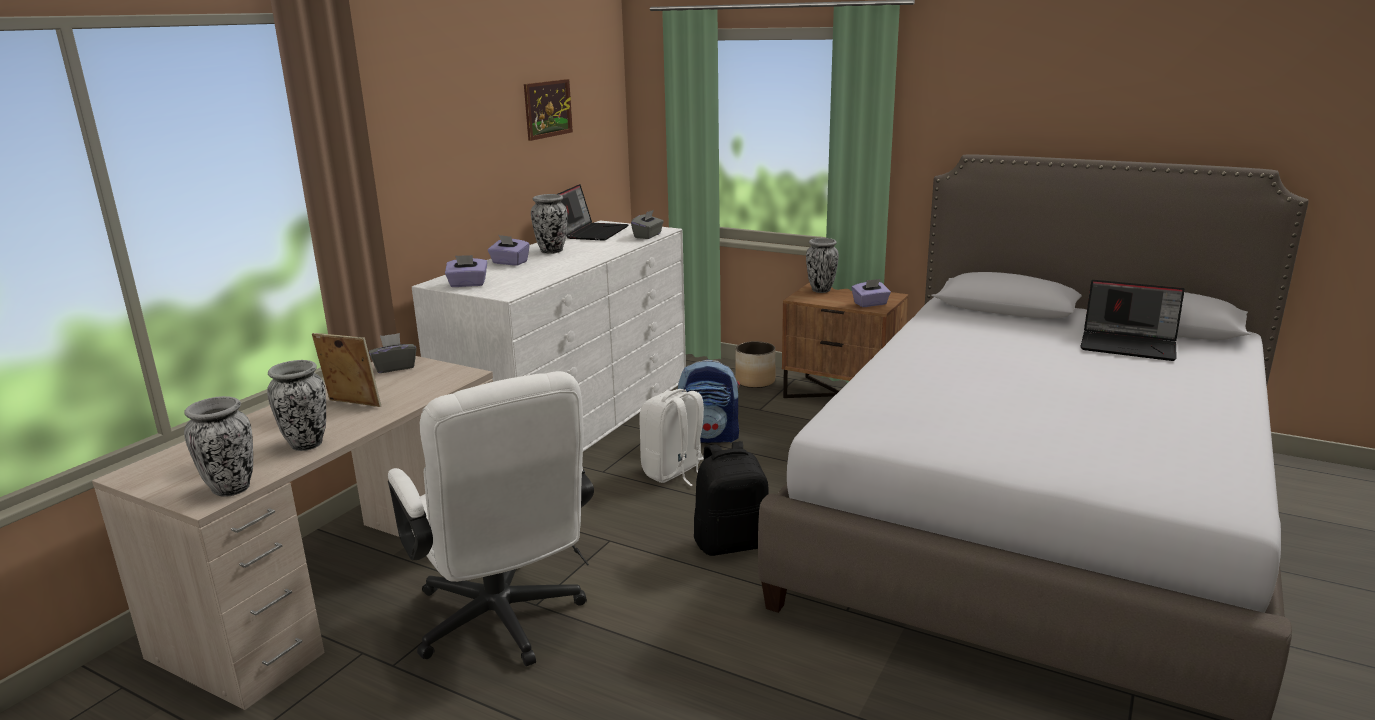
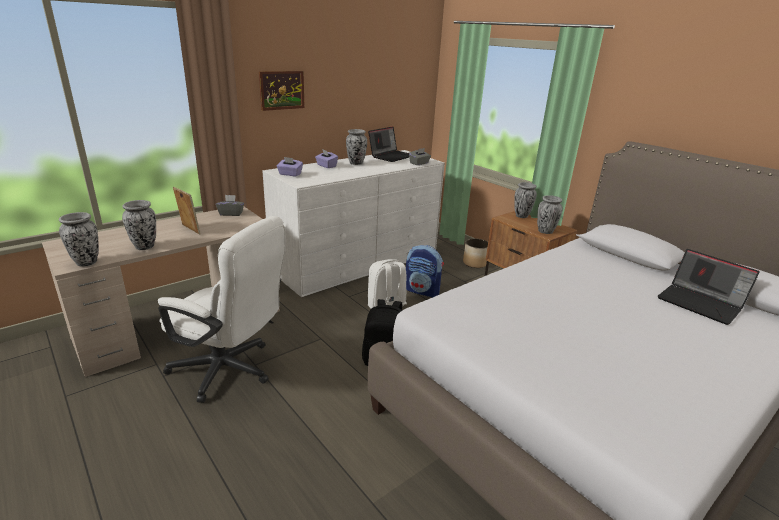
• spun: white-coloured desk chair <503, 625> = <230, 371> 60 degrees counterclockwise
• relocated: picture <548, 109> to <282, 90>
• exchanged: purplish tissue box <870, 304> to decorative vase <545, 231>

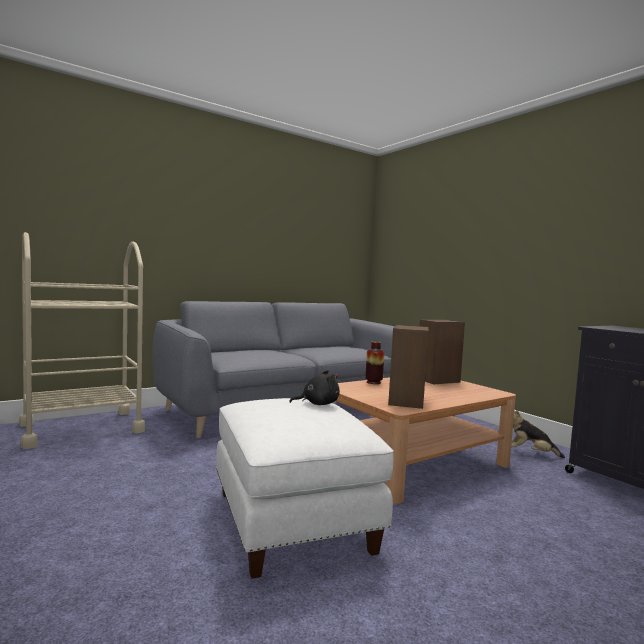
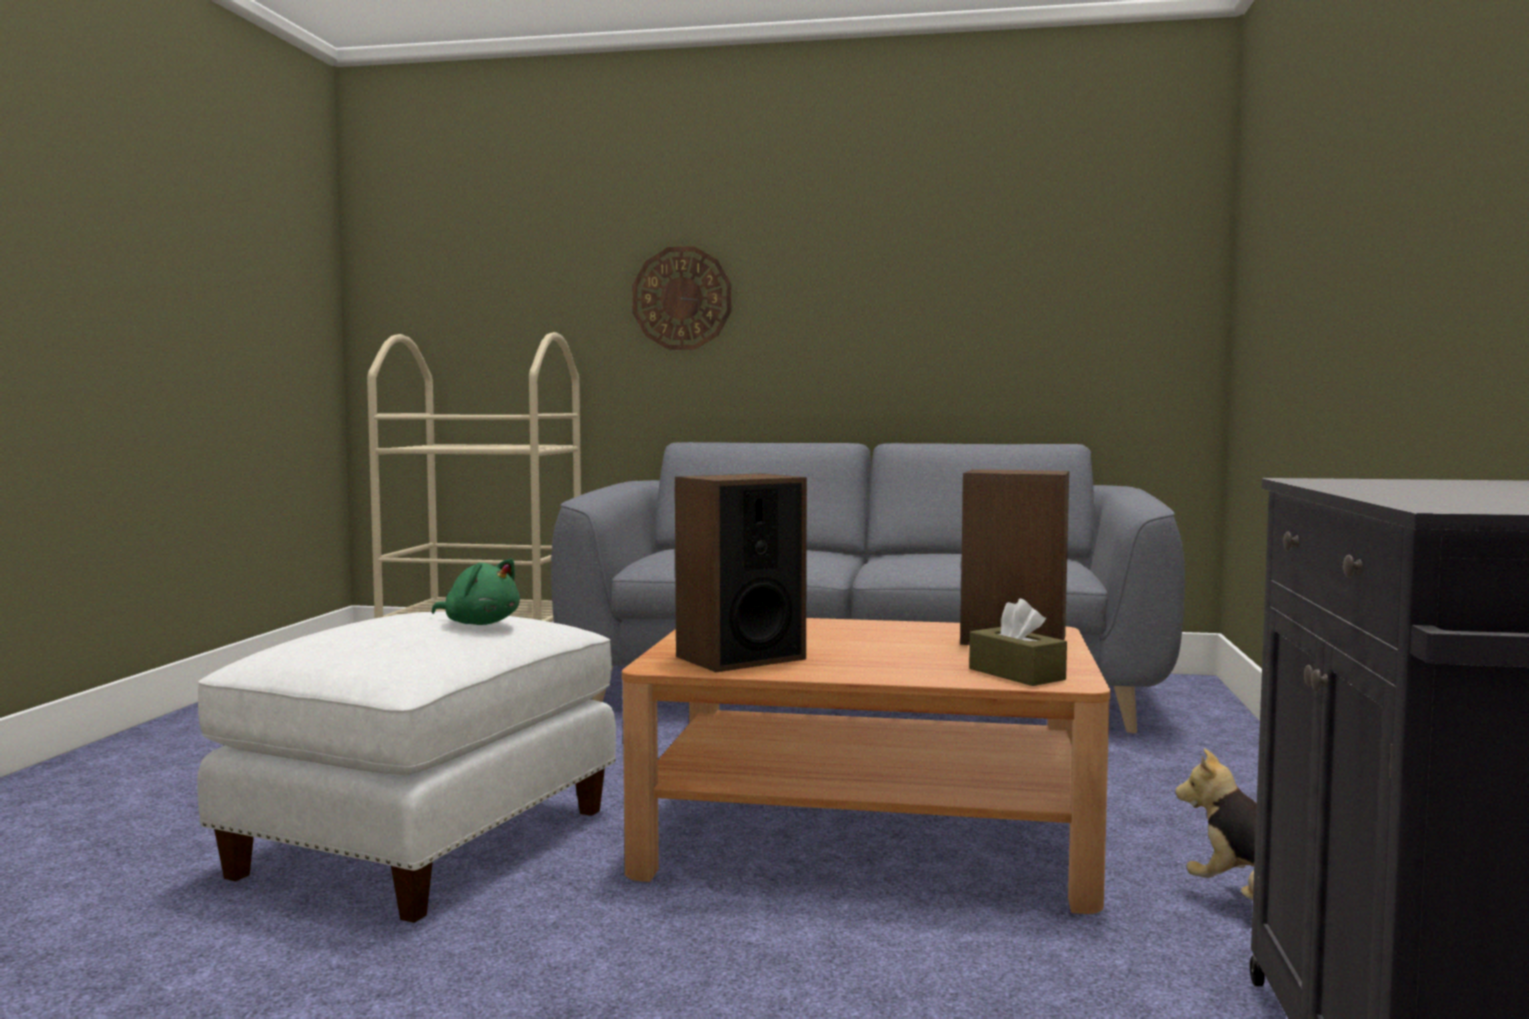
• colour: blackish soft toy <318, 404> to green soft toy <479, 623>
• appeared: clock on the wall <682, 298>
• appeared: brown tissue box <1016, 674>
• missing: decorative vase <373, 382>

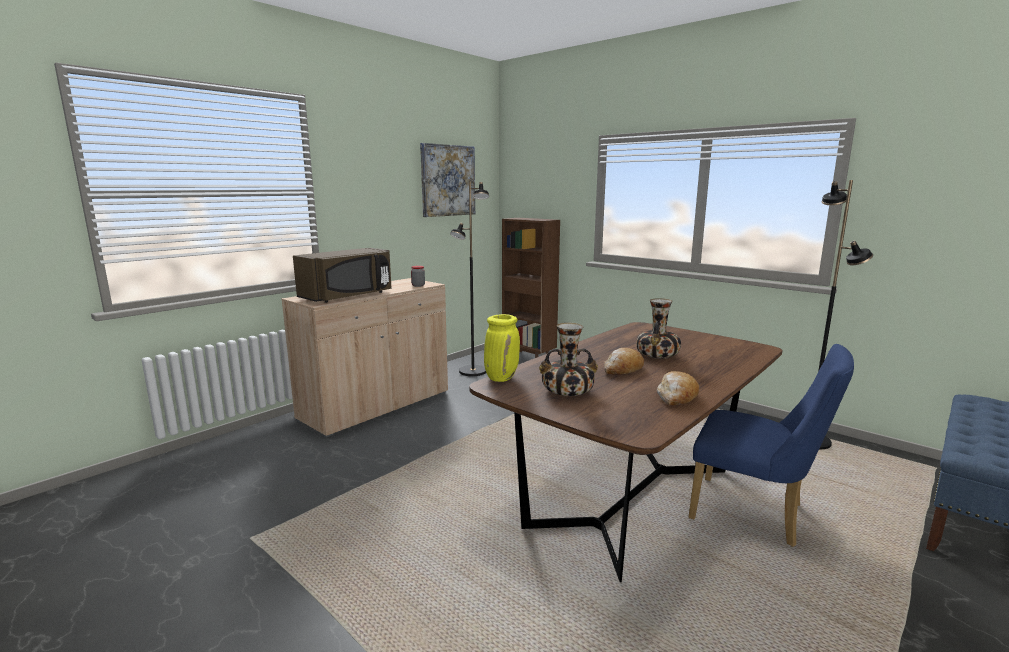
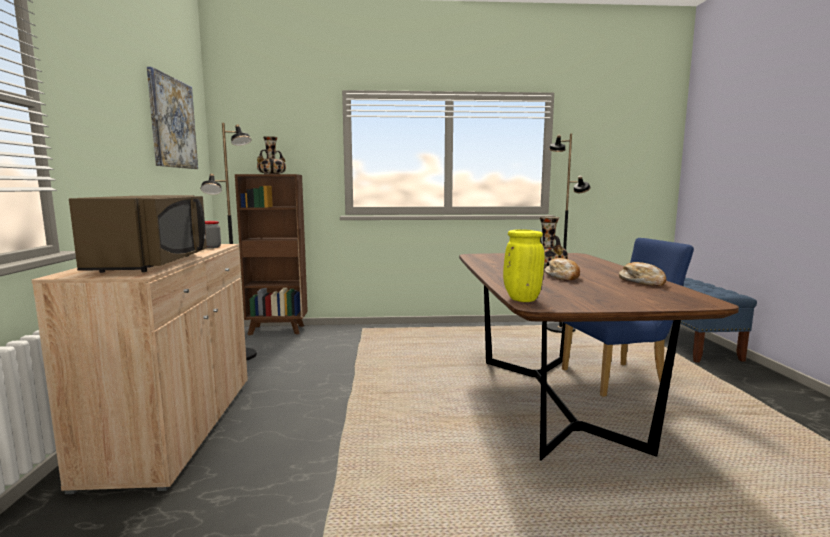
• relocated: decorative vase <568, 391> to <272, 174>

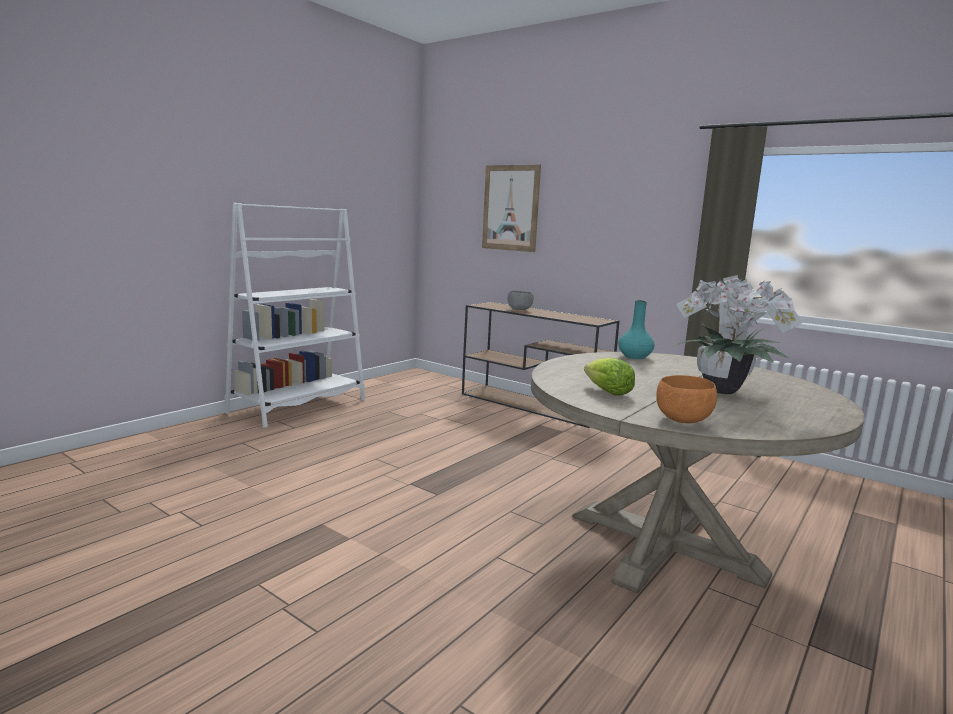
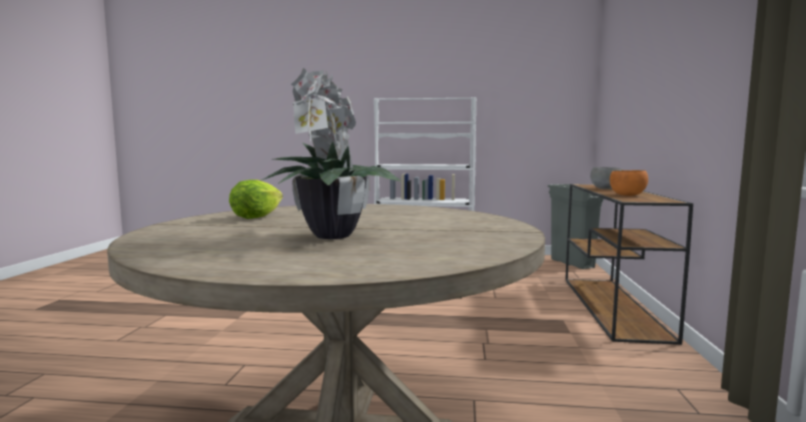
• appeared: gray waste bin <572, 263>
• relocated: orange serving bowl <684, 421> to <627, 195>
• missing: picture <510, 208>
• missing: blue-green decorative vase <635, 357>

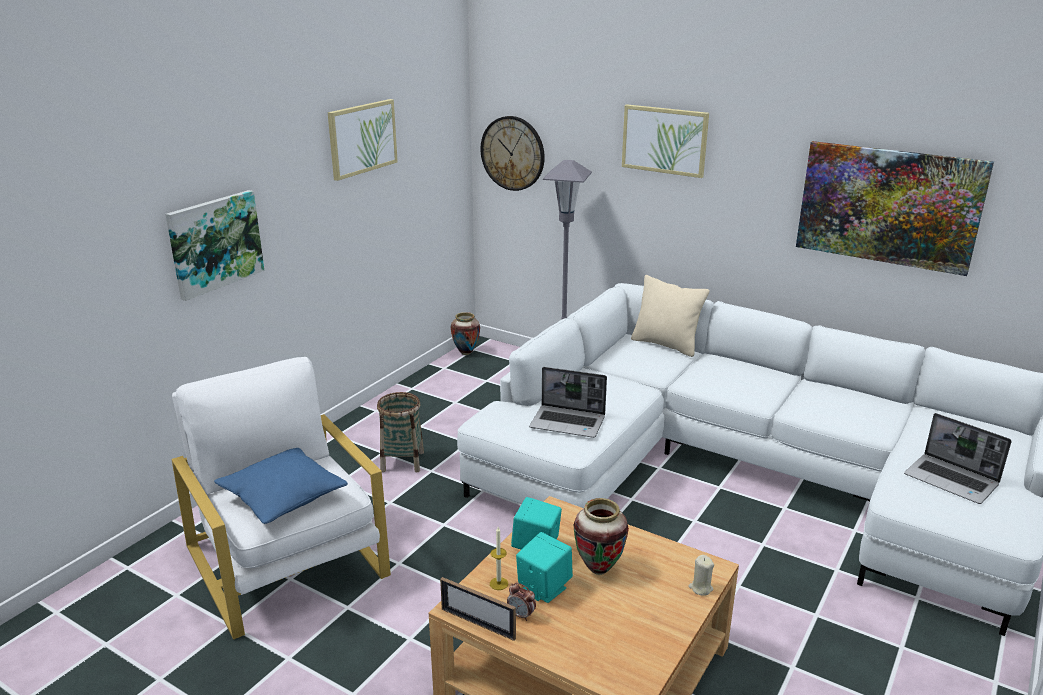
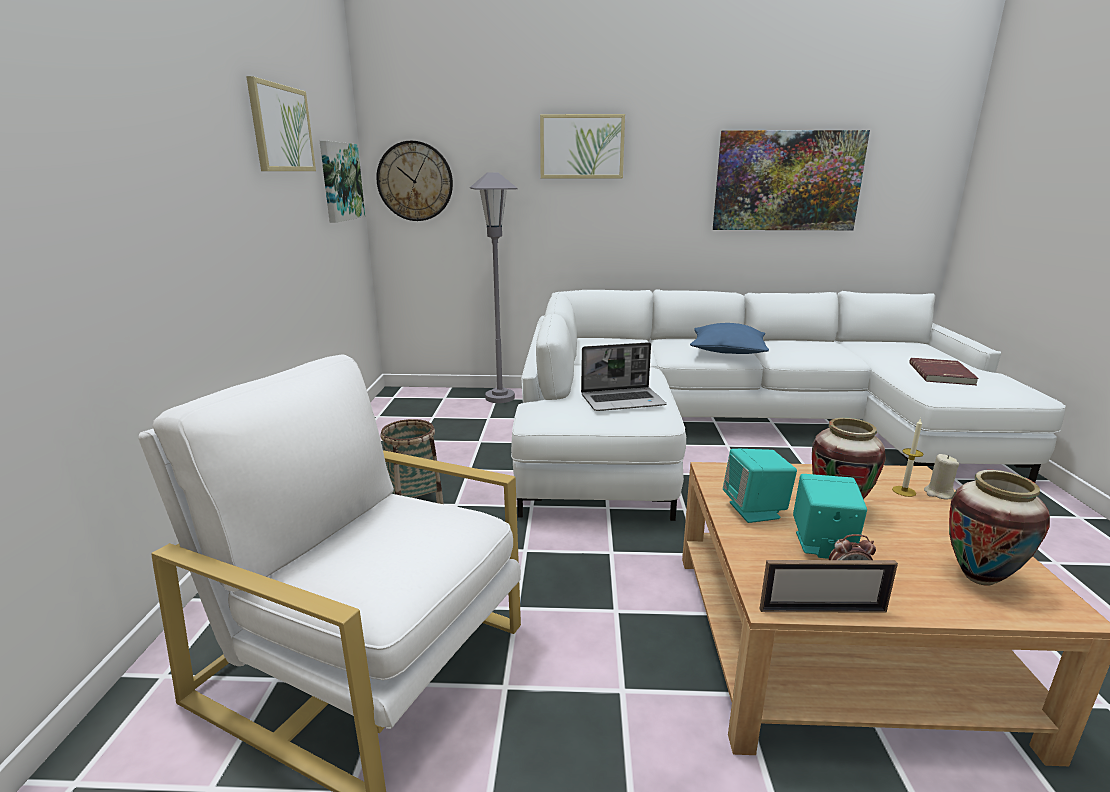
• relocated: picture <215, 243> to <340, 181>
• relocated: blue-coloured throw pillow <283, 497> to <727, 351>
• relocated: candle <499, 583> to <904, 491>
• exchanged: portable computer <952, 480> to red book <942, 374>
• relocated: decorative vase <465, 353> to <979, 578>
• missing: sand-coloured throw pillow <666, 345>

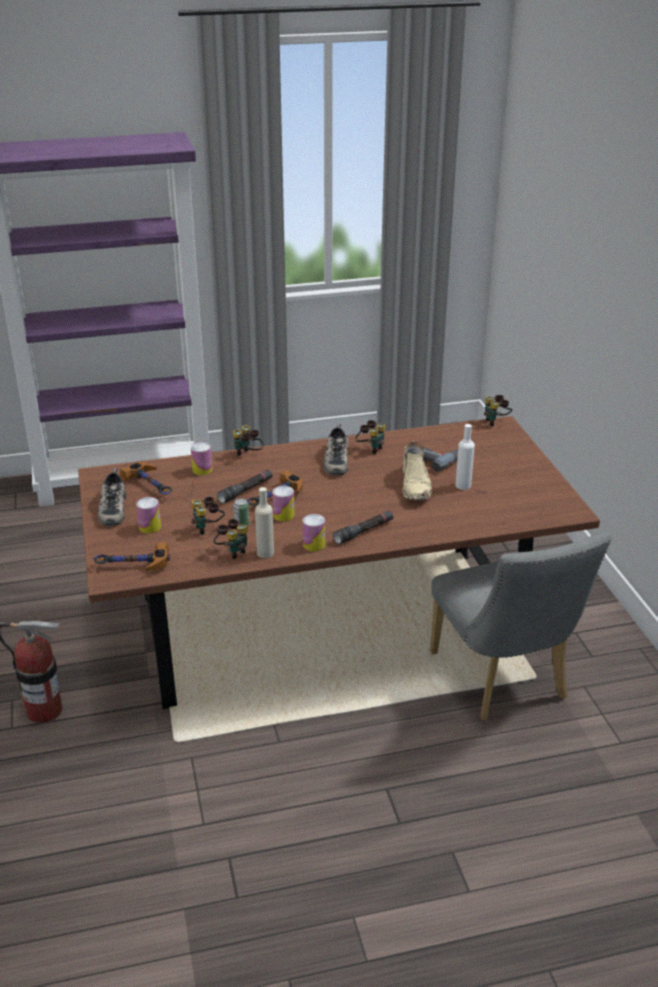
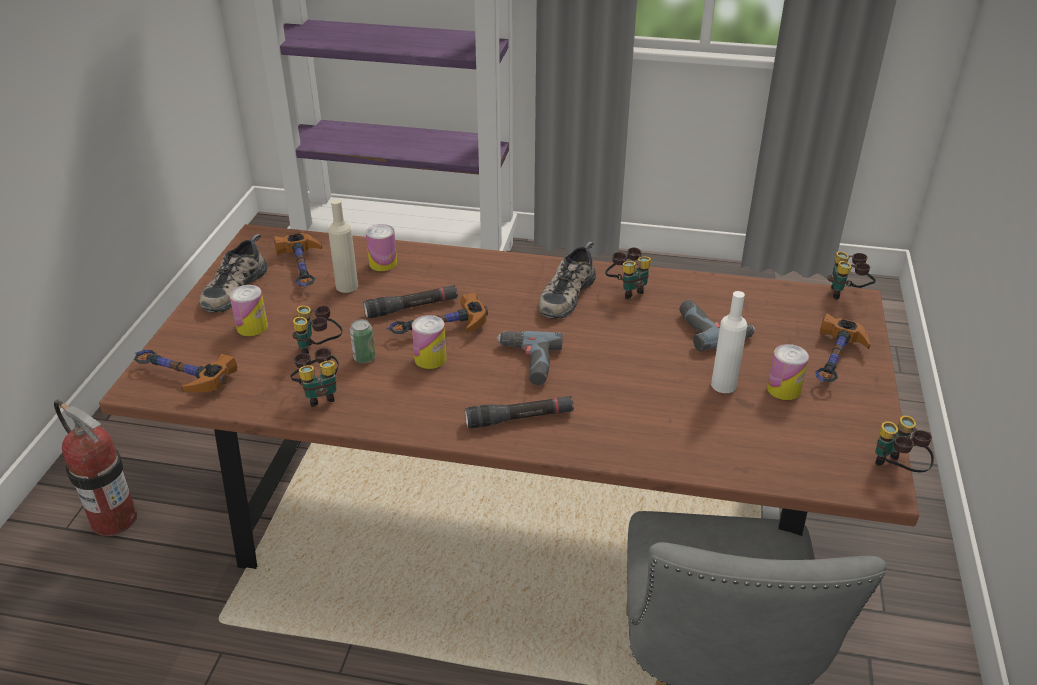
• relocated: sand-coloured bottle <265, 553> to <347, 286>
• appeared: electric drill <527, 362>
• relocated: metal can <314, 545> to <783, 389>
• appeared: hand hammer <835, 363>
• relocated: pair of binoculars <248, 455> to <896, 470>
• missing: sand-coloured tall boot <416, 486>

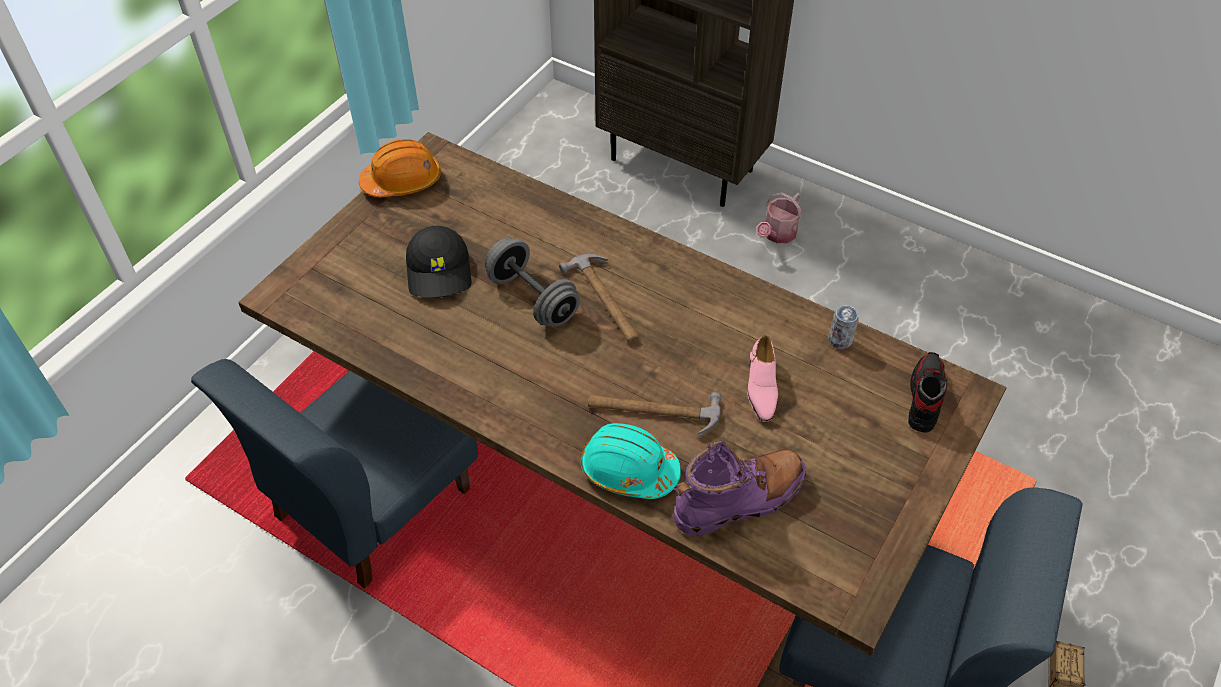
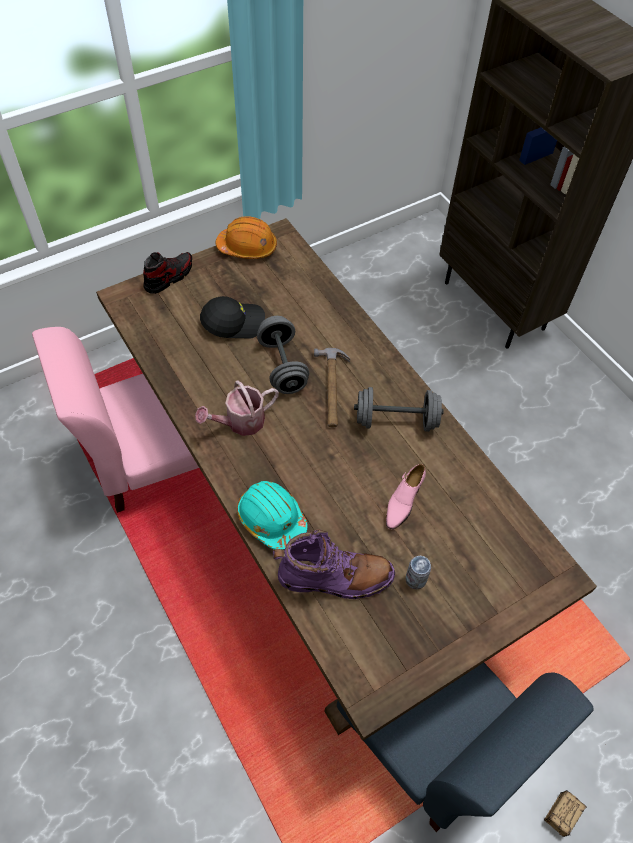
• colour: blue-coloured upright chair <371, 503> to pink-coloured upright chair <152, 458>
• relocated: shoe <924, 398> to <169, 277>
• relocated: sprinkling can <777, 235> to <240, 422>
• spun: blackish cap <440, 272> = <233, 322> 120 degrees counterclockwise
• appeared: gray dumbbell <396, 420>
• relocated: metal can <840, 341> to <415, 579>
• missing: hand hammer <653, 411>

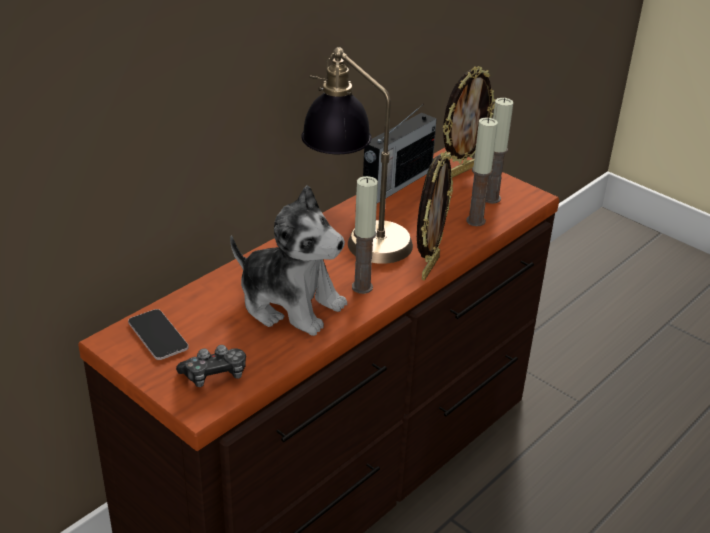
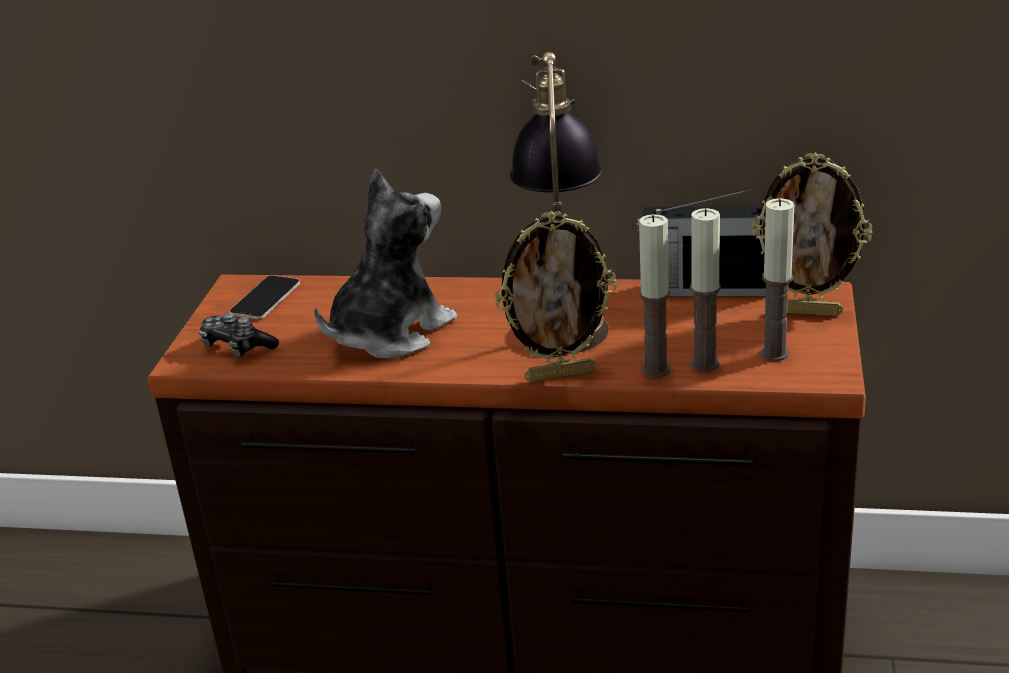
• spun: soft toy <290, 303> = <389, 332> 135 degrees counterclockwise
• relocated: candle <362, 287> to <655, 369>

